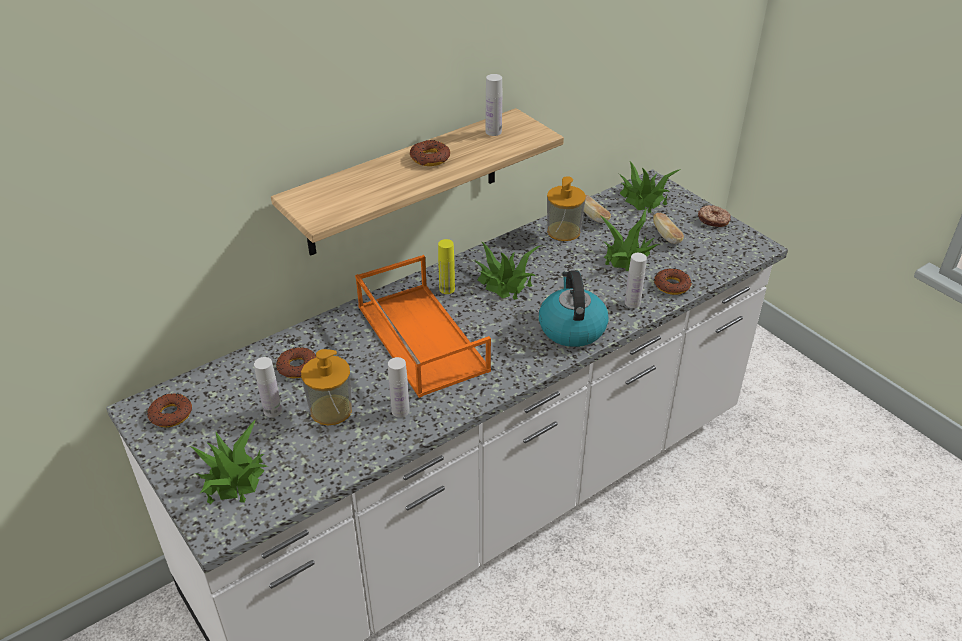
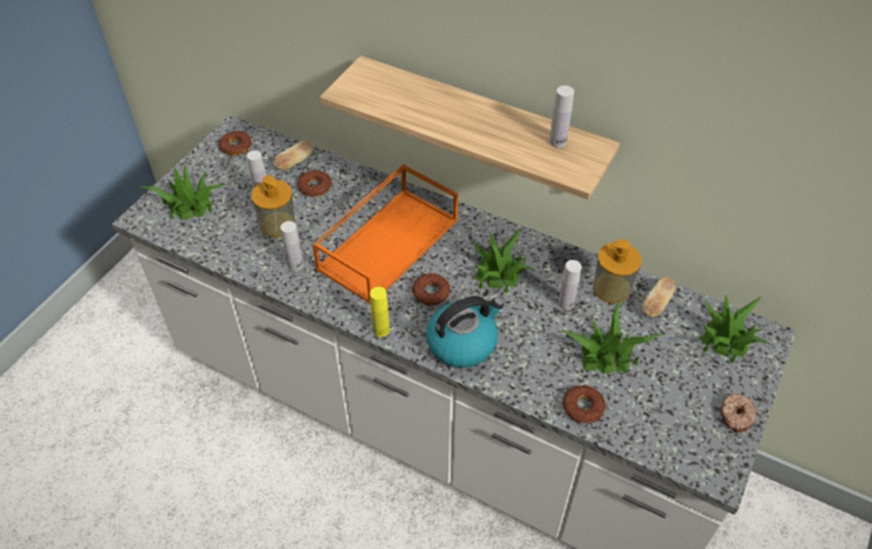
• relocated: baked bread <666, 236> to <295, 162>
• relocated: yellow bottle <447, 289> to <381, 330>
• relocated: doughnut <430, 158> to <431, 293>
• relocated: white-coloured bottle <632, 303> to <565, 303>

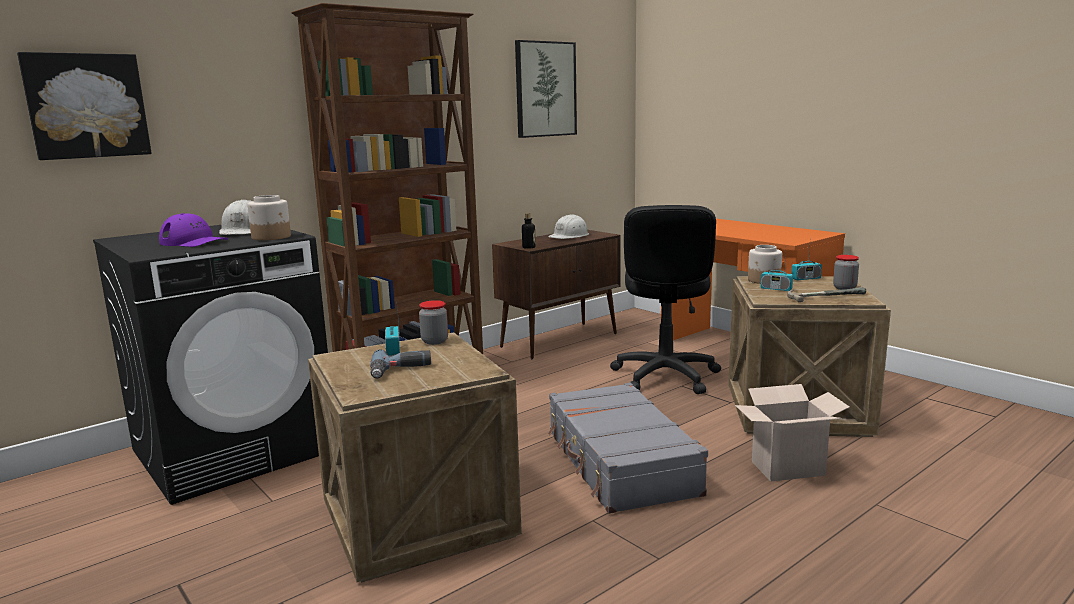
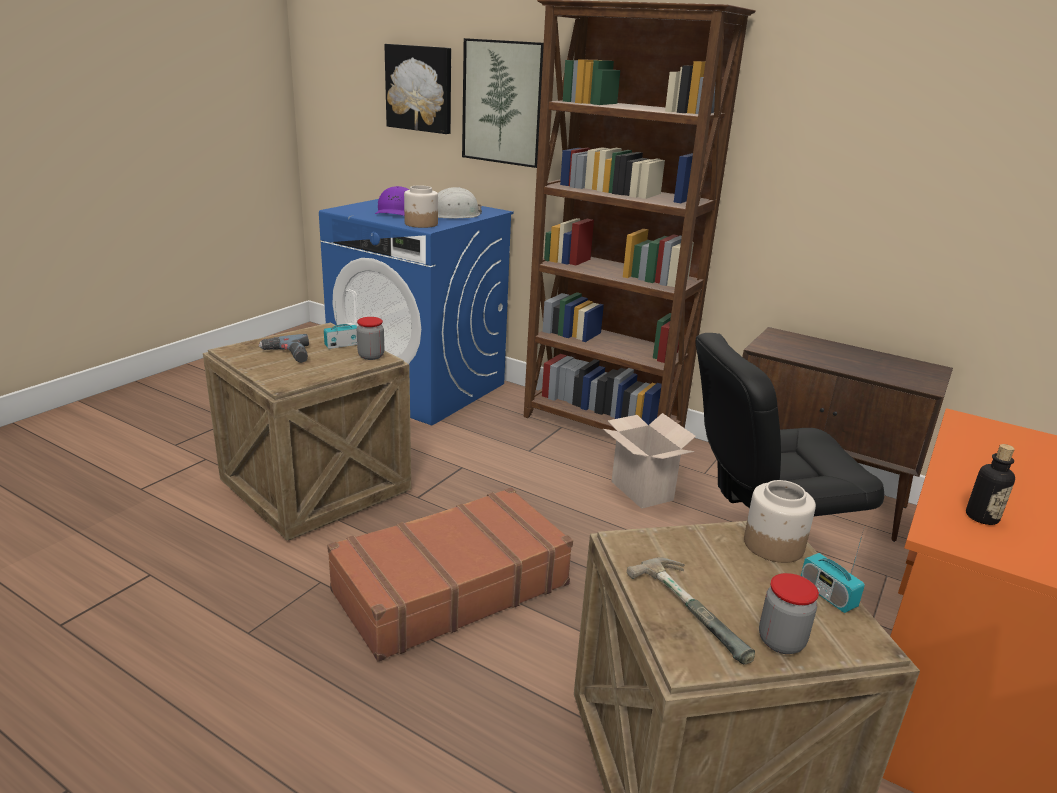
• colour: blackish laundry appliance <235, 449> to blue-coloured laundry appliance <420, 387>
• colour: gray travel case <619, 463> to brown travel case <450, 587>
• relocated: picture <545, 89> to <504, 103>
• relocated: carton <786, 469> to <639, 490>
• relocated: bottle <529, 247> to <982, 517>
• missing: white-coloured safety helmet <569, 236>
• missing: radio <776, 289>

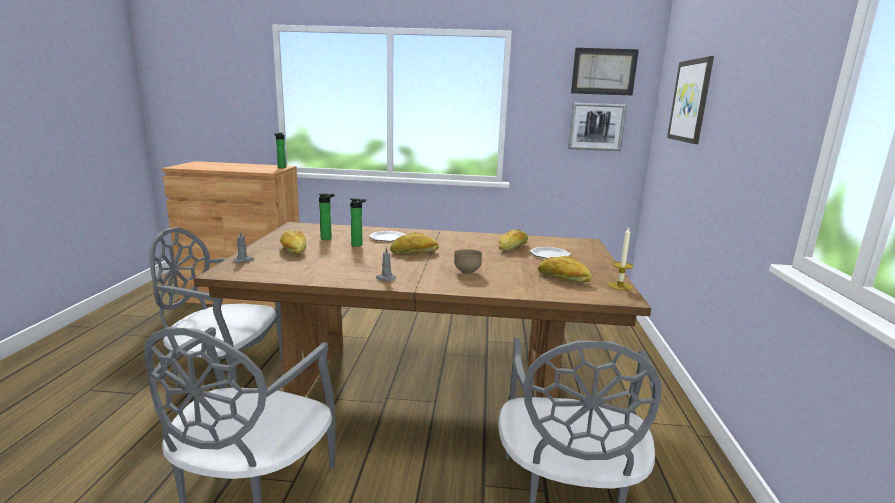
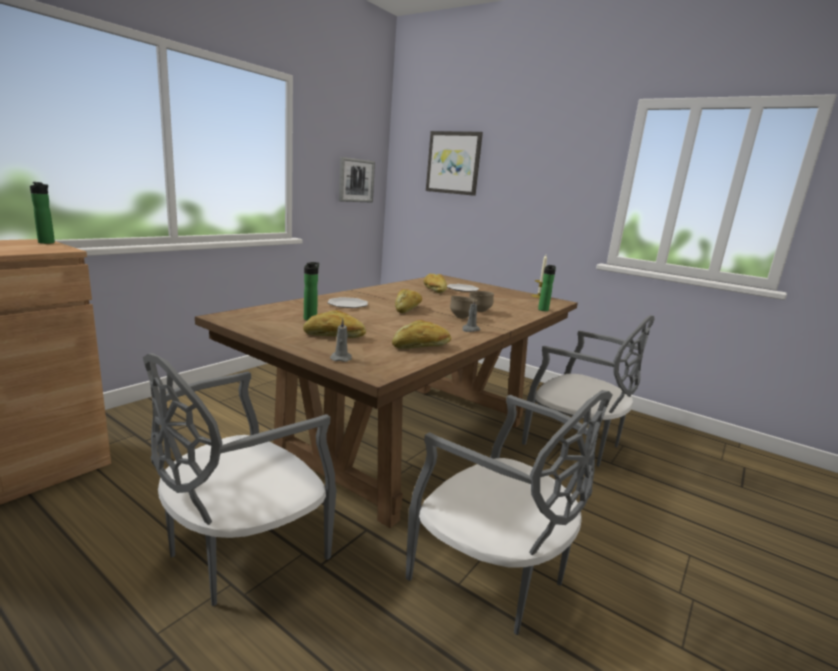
• relocated: baked bread <563, 278> to <421, 346>
• appeared: brown serving bowl <461, 317>
• relocated: bottle <358, 245> to <543, 309>
• missing: picture <603, 71>

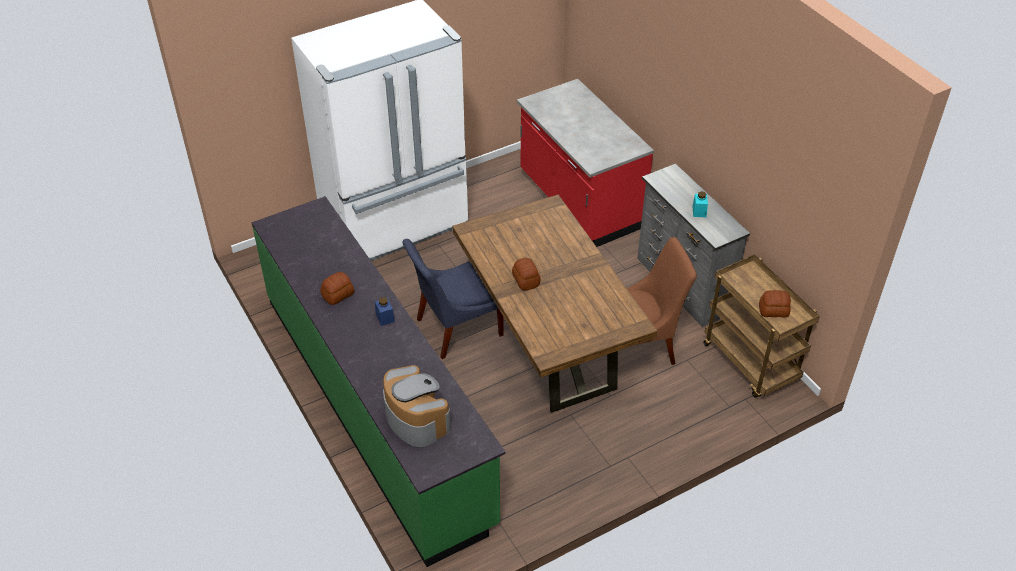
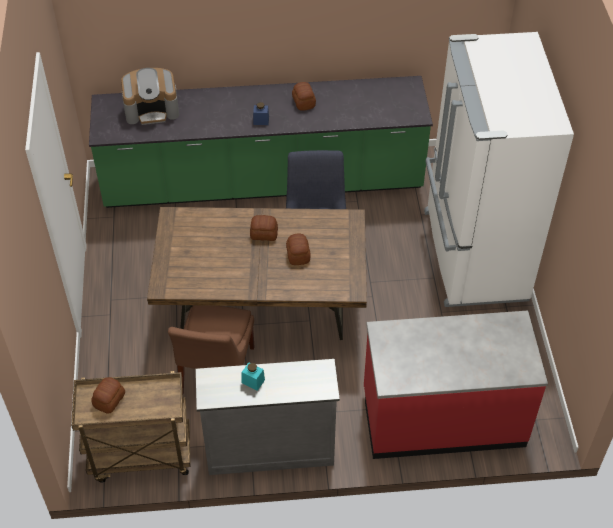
• appeared: baked bread <298, 254>

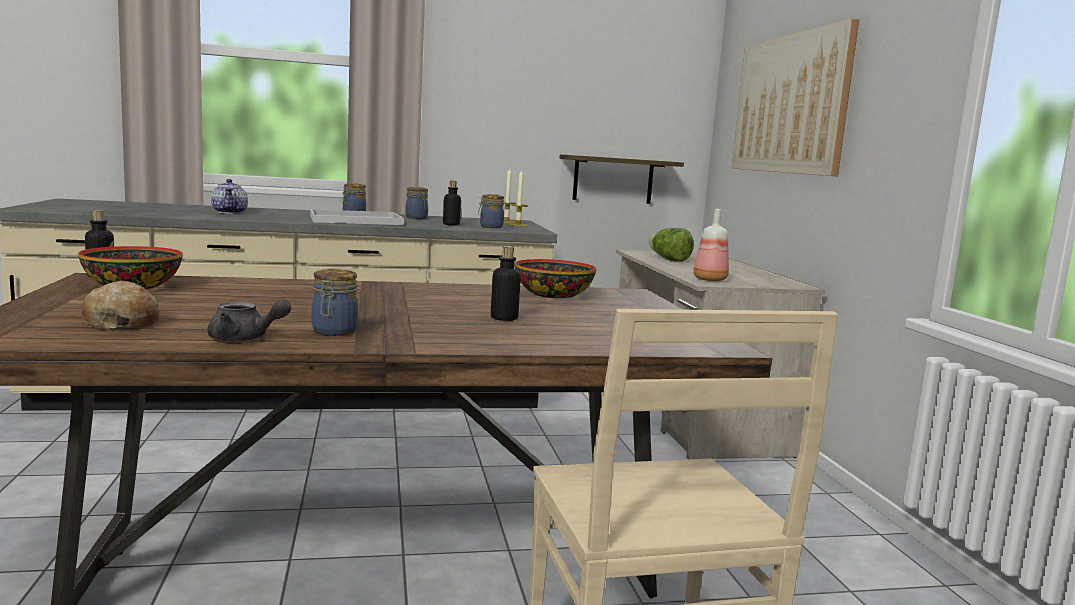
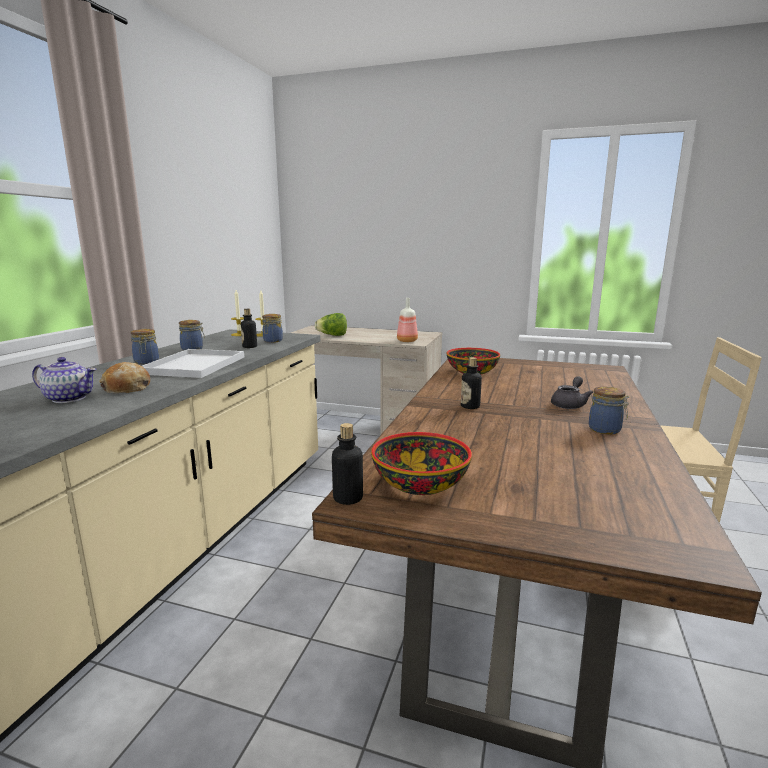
• relocated: baked bread <122, 322> to <127, 388>
• relocated: bottle <504, 318> to <470, 406>
• relocated: gray pot for tea <245, 339> to <569, 404>
• missing: bracket shelf <613, 179>
• missing: picture <789, 104>

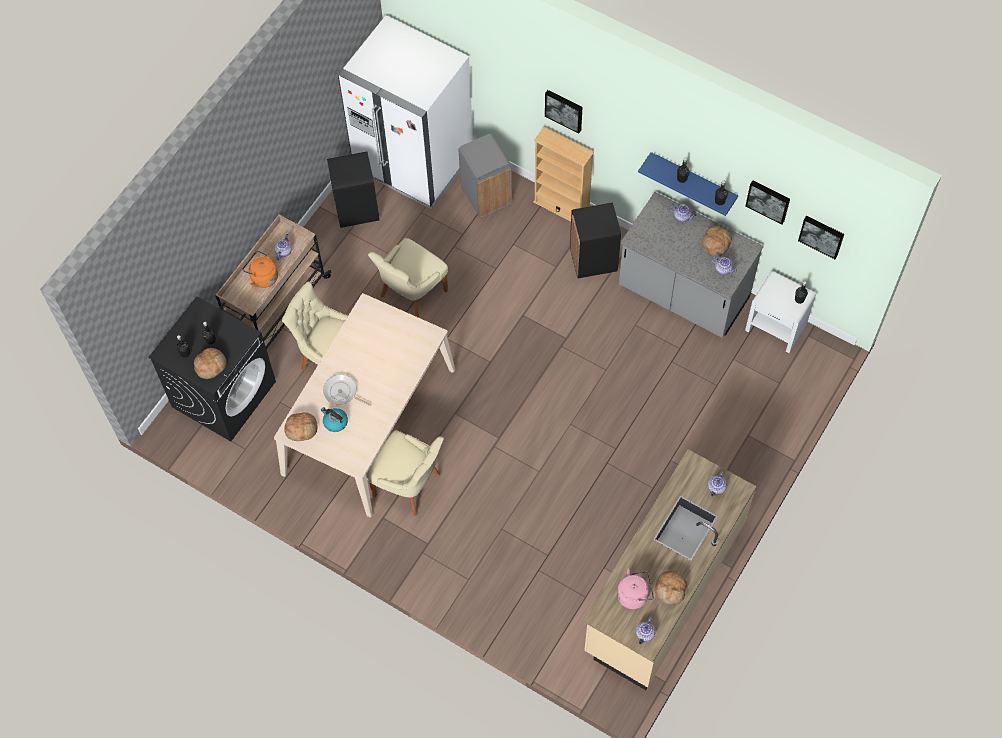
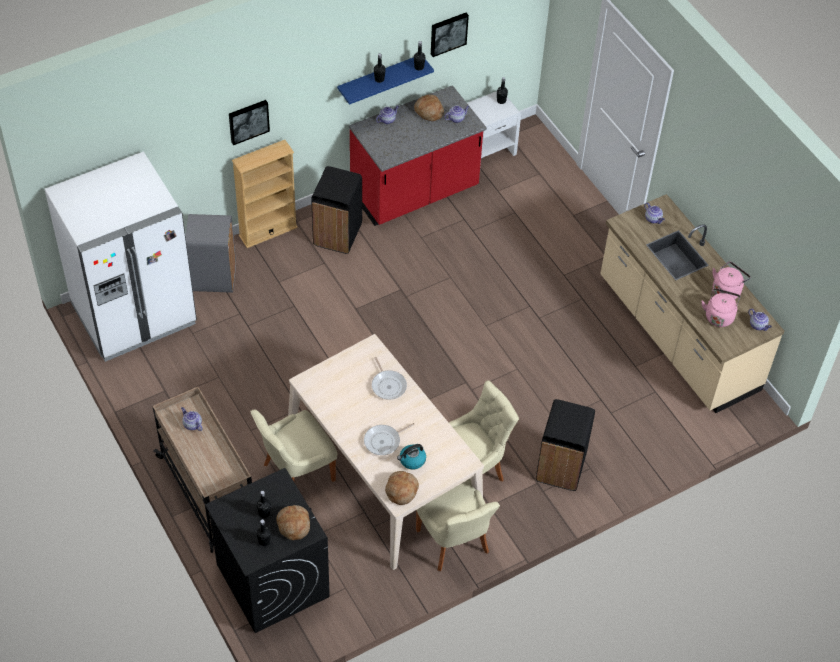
• colour: gray kitchen counter <683, 294> to red kitchen counter <415, 193>
• appeared: skillet <388, 385>
• relocated: sand-coloured upright chair <411, 294> to <454, 543>
• relocated: blackish waste bin <357, 210> to <561, 468>
• exchanged: baked bread <670, 589> to pink-coloured water kettle <727, 290>
• missing: orange water kettle <262, 277>
• missing: picture <822, 235>

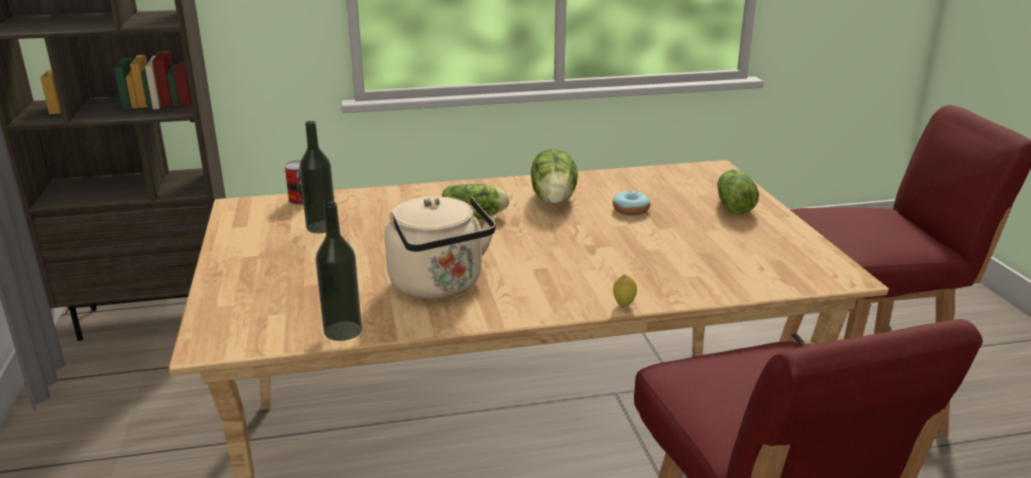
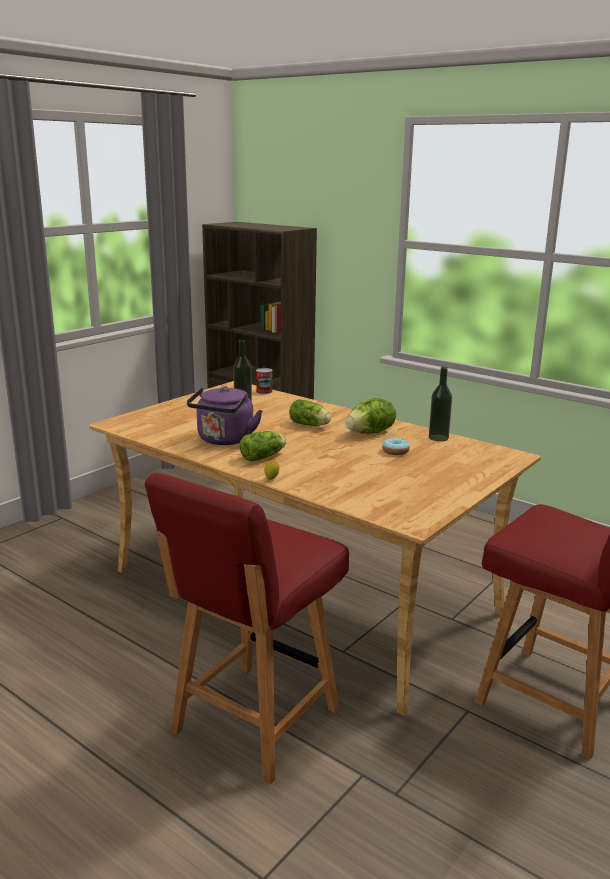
• colour: sand-coloured water kettle <440, 286> to purplish water kettle <224, 440>
• relocated: head of lettuce <733, 205> to <264, 457>
• relocated: bottle <342, 331> to <438, 438>

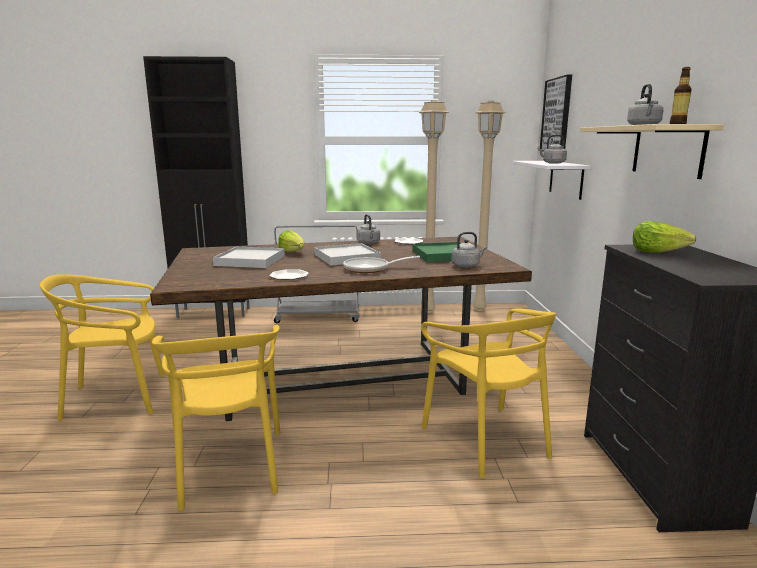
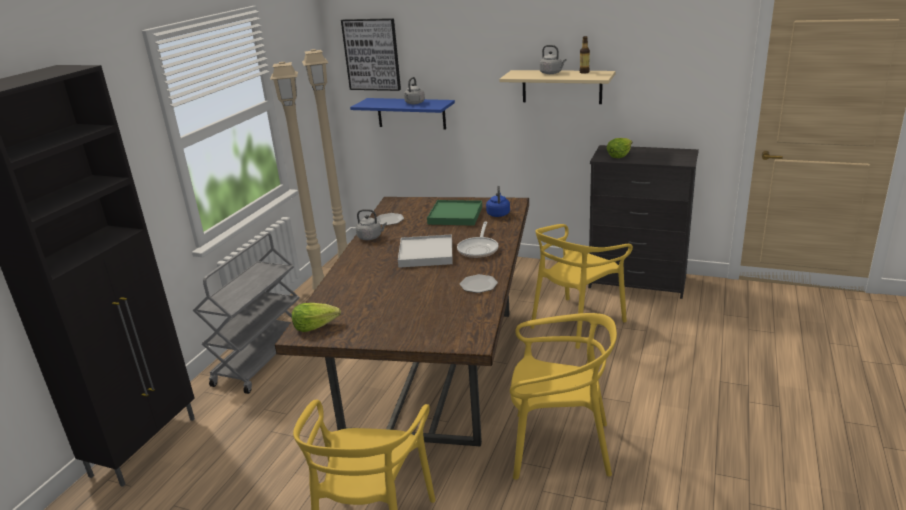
• relocated: head of lettuce <293, 252> to <315, 326>
• colour: white-coloured bracket shelf <566, 179> to blue-coloured bracket shelf <411, 113>
• colour: gray water kettle <466, 265> to blue-coloured water kettle <498, 214>
• spun: yellow upright chair <486, 439> = <576, 323> 135 degrees clockwise
• missing: white-coloured carrying tray <250, 260>

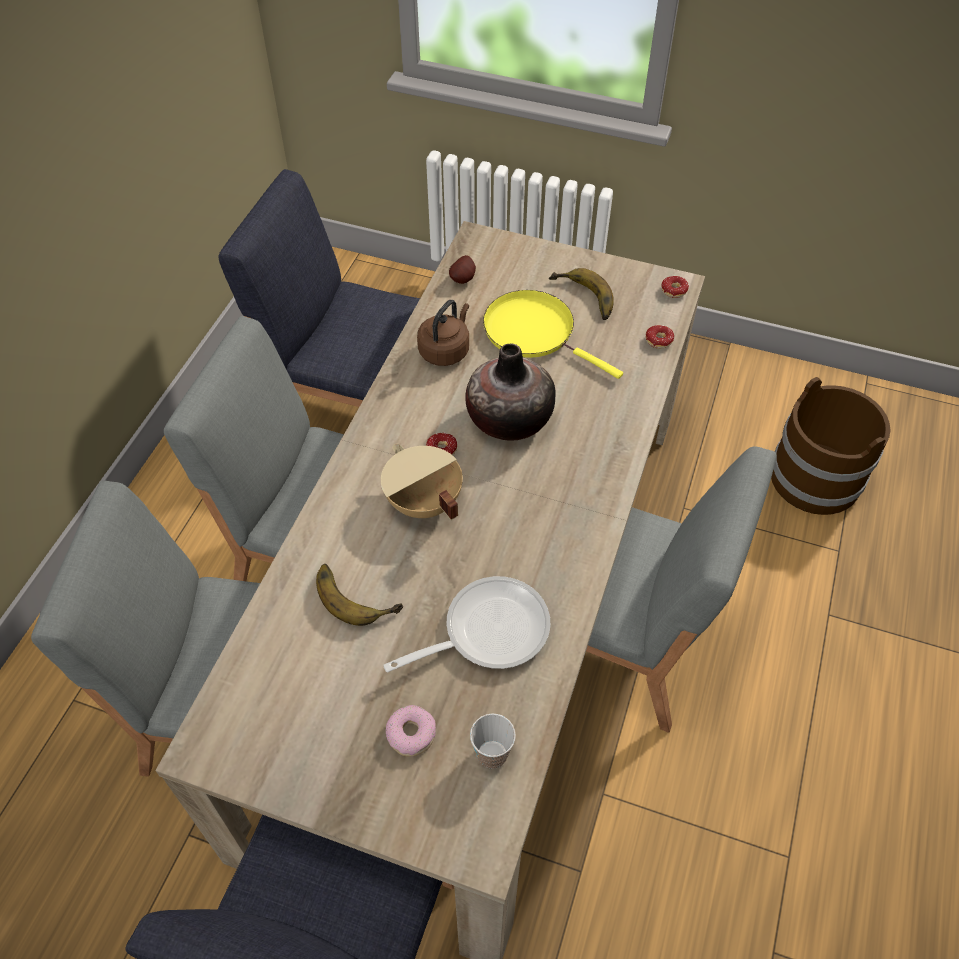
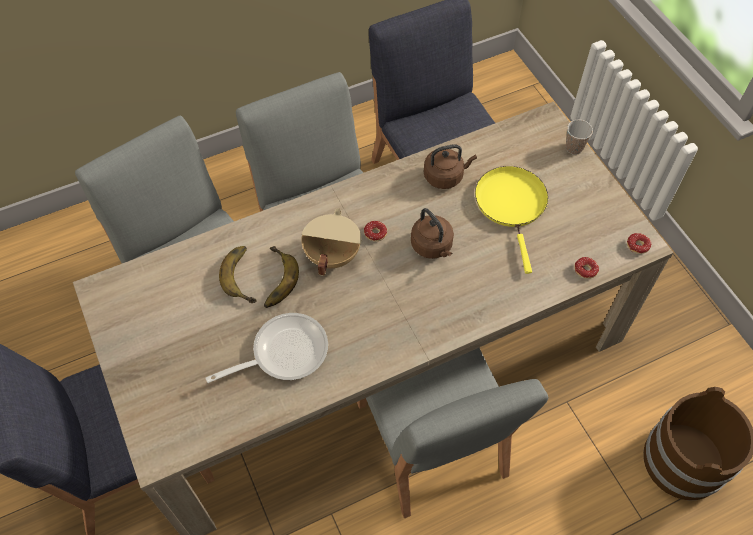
• spun: skillet <487, 631> = <283, 352> 45 degrees counterclockwise
• relocated: whole banana <581, 299> to <273, 280>
• exchanged: decorative vase <509, 420> to brown water kettle <432, 246>
• relocated: cup <492, 754> to <574, 148>
• missing: doughnut <411, 734>
• missing: whole potato <464, 279>

